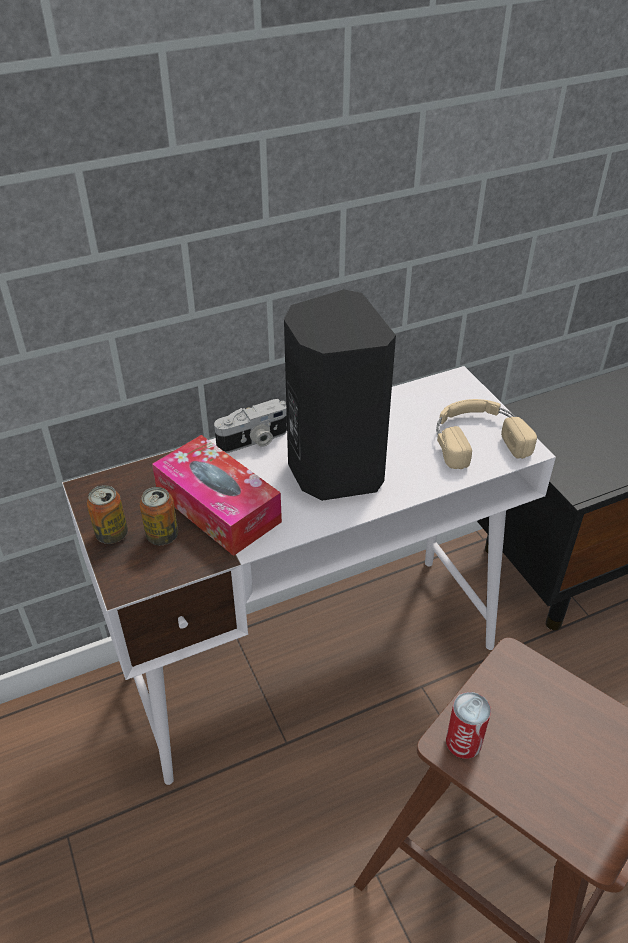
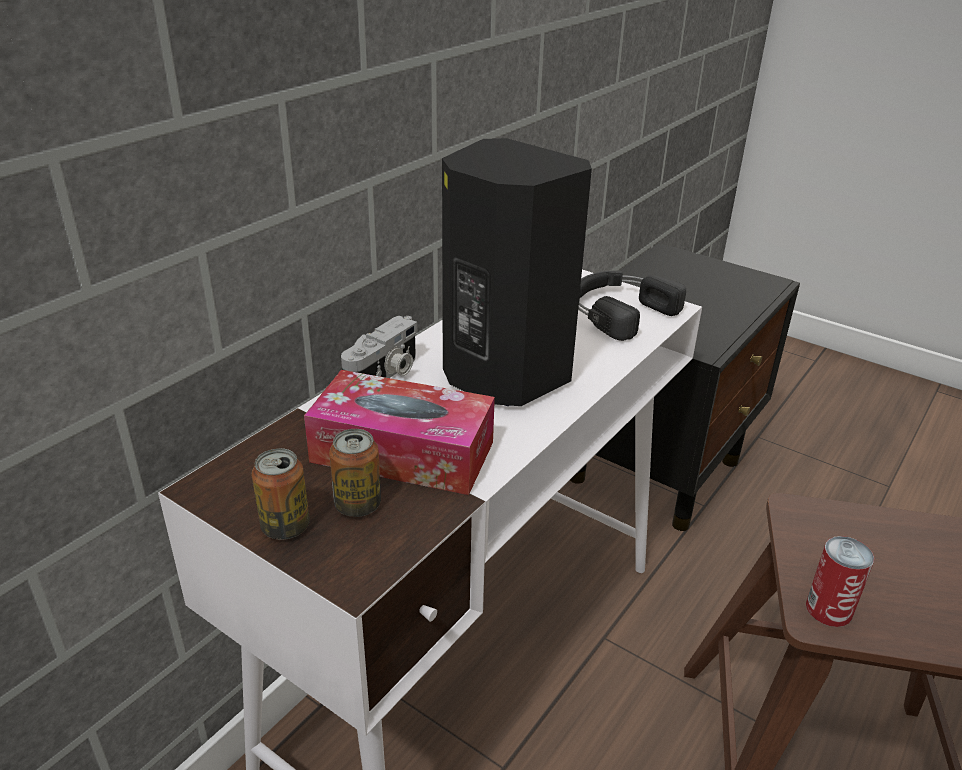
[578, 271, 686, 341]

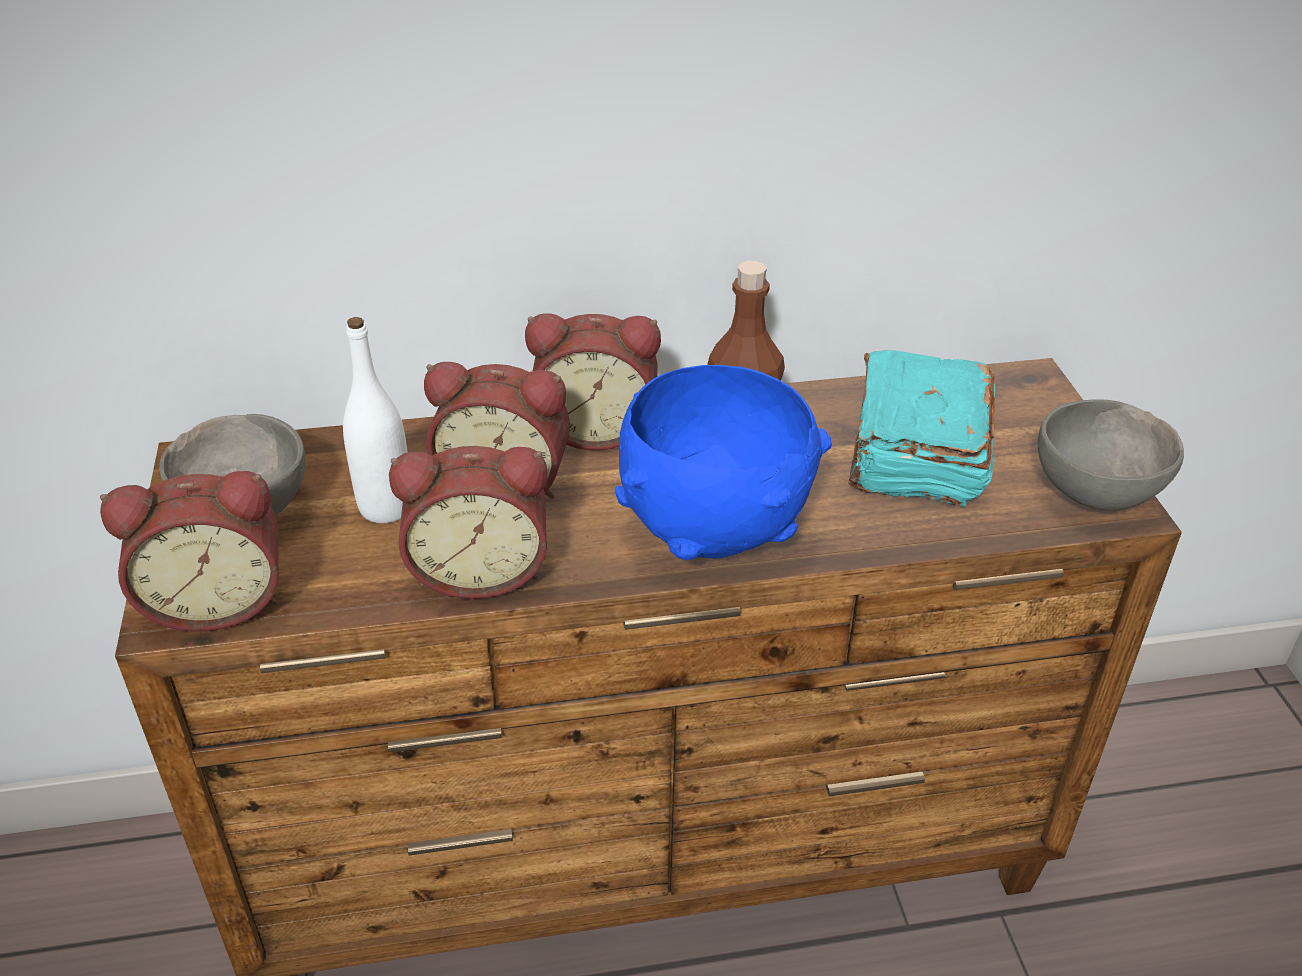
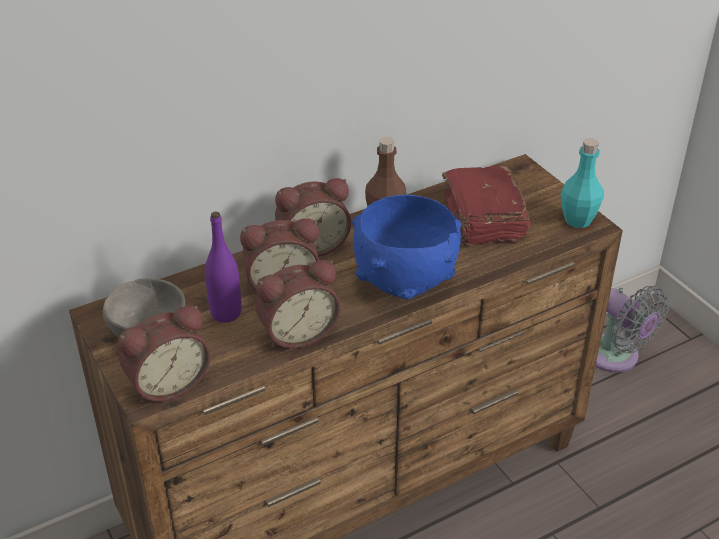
[205, 212, 241, 323]
[442, 165, 530, 246]
[561, 138, 604, 228]
[595, 286, 670, 373]

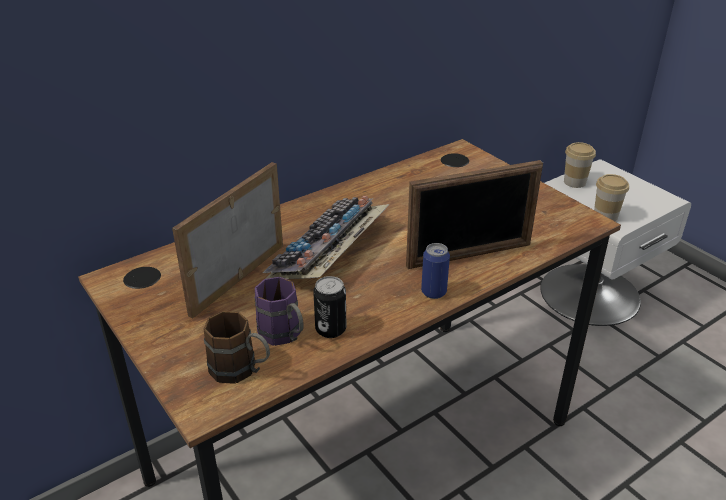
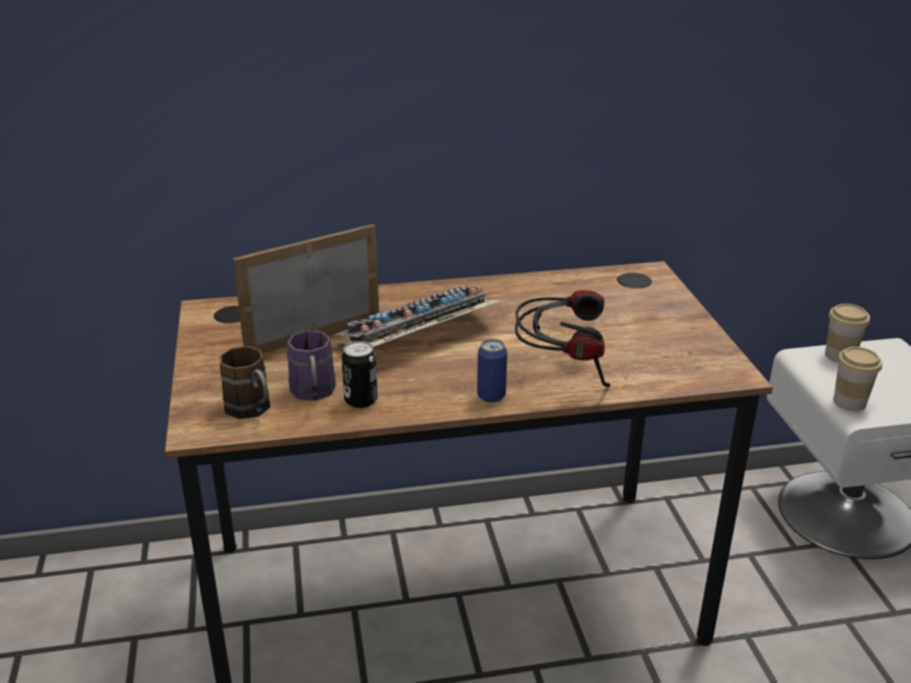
[515, 290, 610, 387]

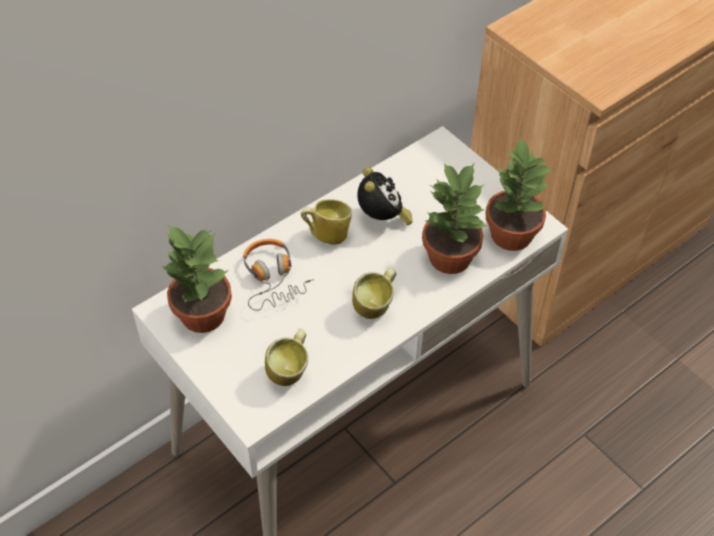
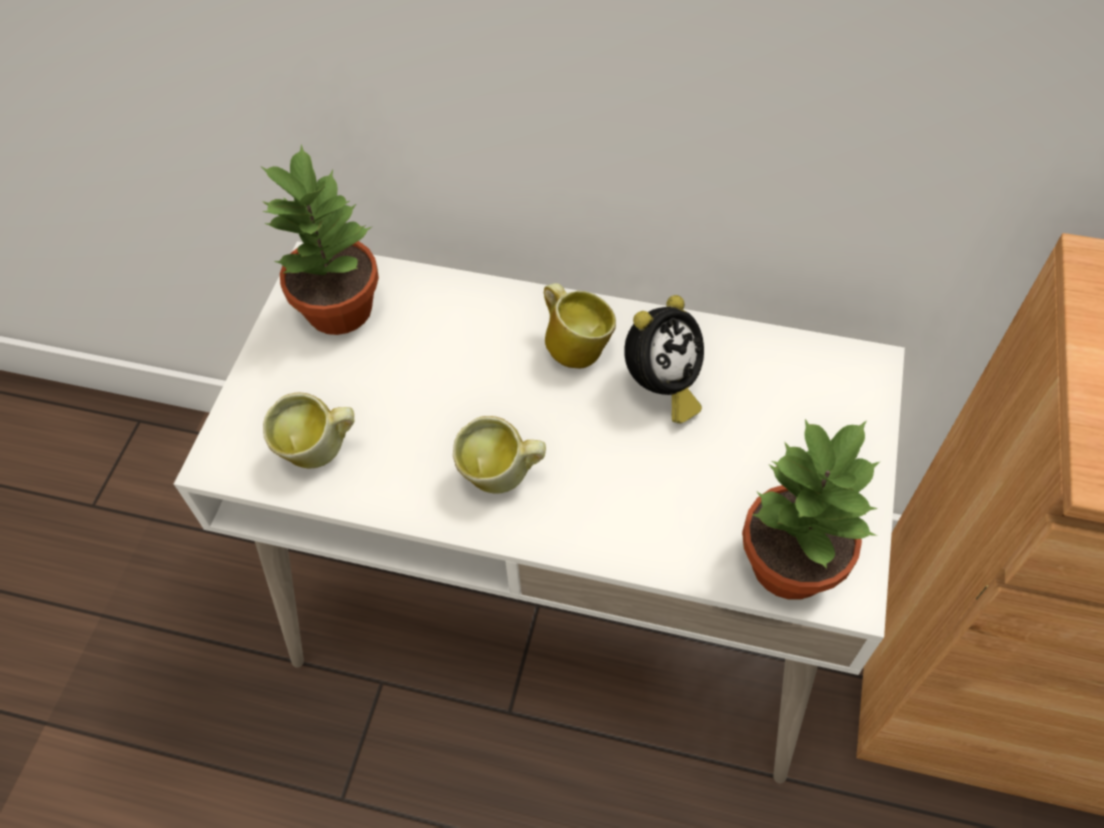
[422, 163, 487, 274] (first image)
[243, 239, 314, 310] (first image)

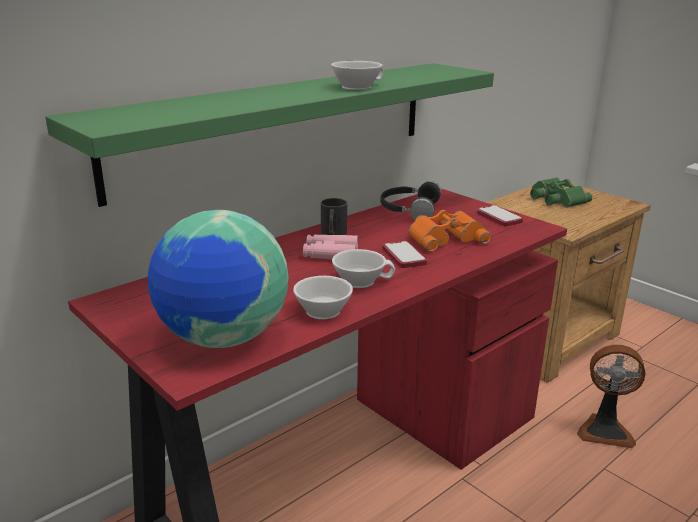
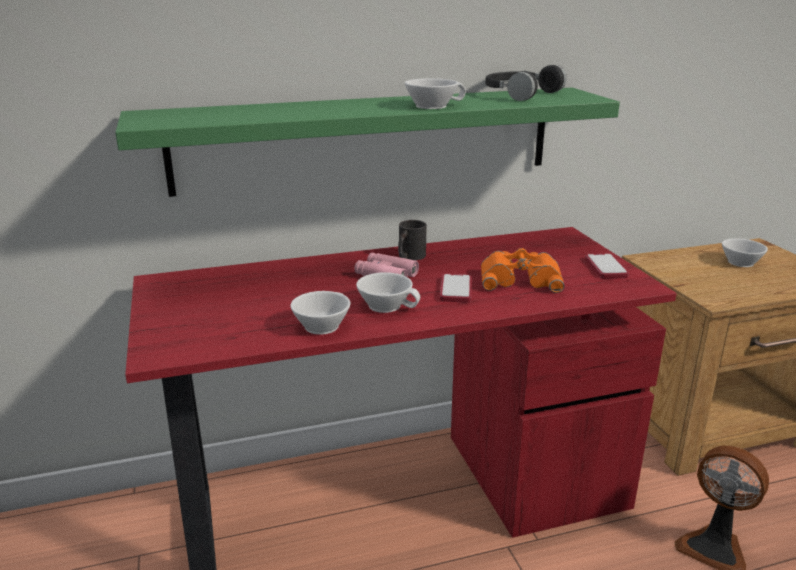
[722, 238, 768, 267]
[485, 65, 567, 101]
[148, 210, 288, 348] (first image)

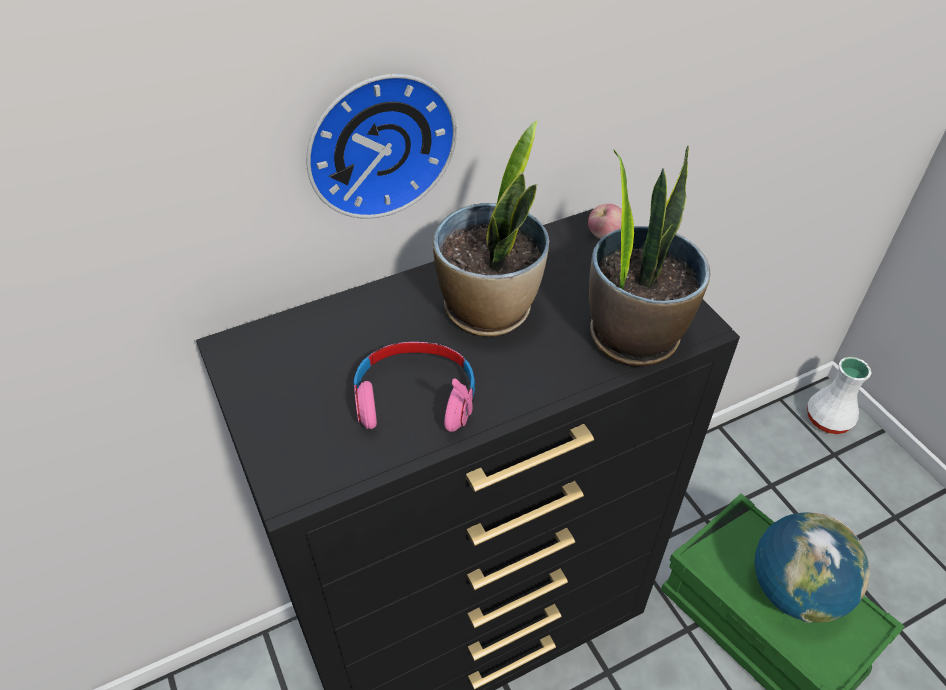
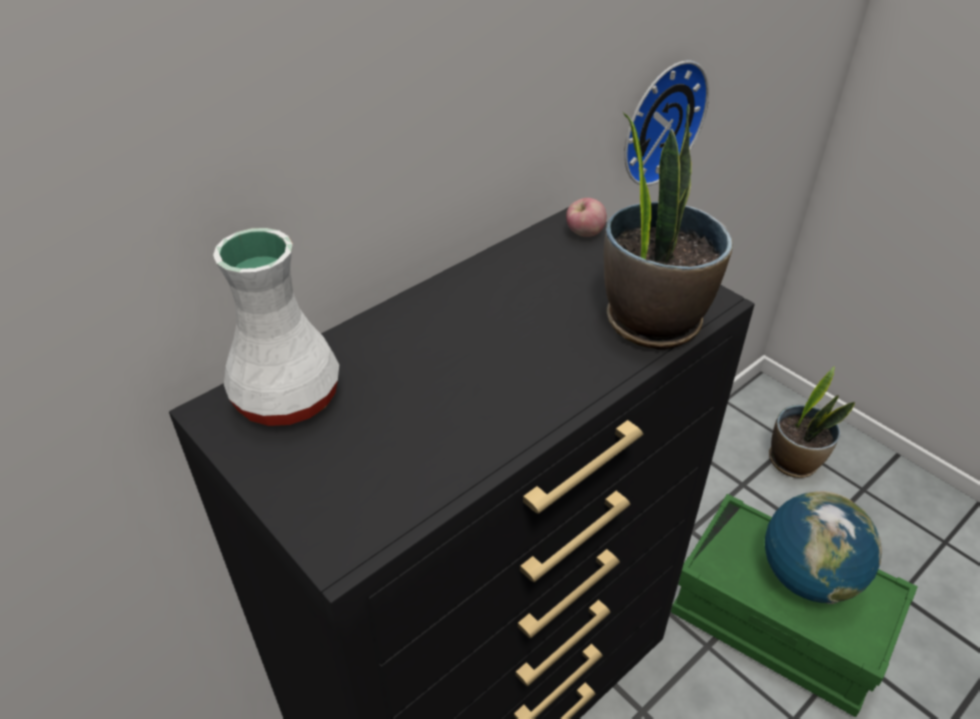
[624, 60, 709, 186]
[769, 367, 855, 478]
[354, 342, 475, 432] (first image)
[213, 228, 339, 426]

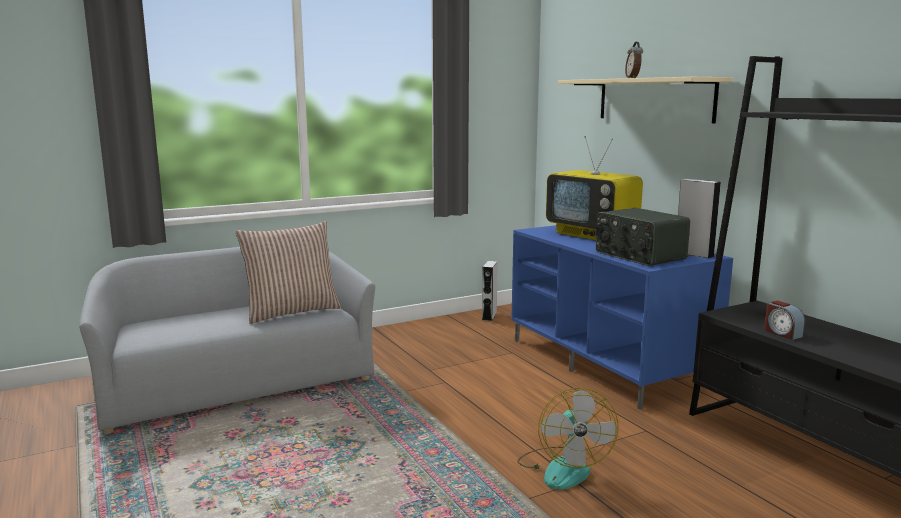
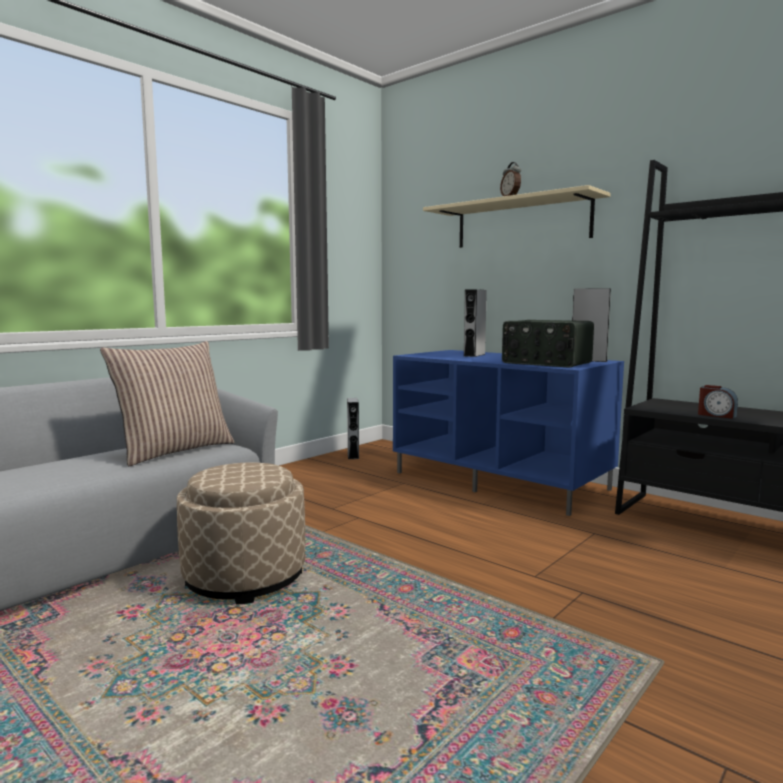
[464, 289, 487, 357]
[517, 388, 619, 490] (first image)
[177, 462, 305, 605]

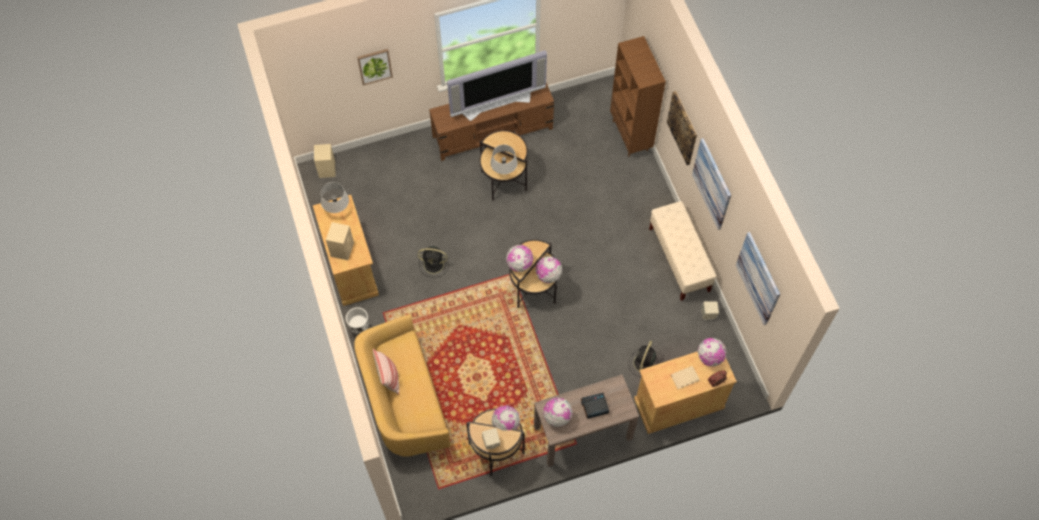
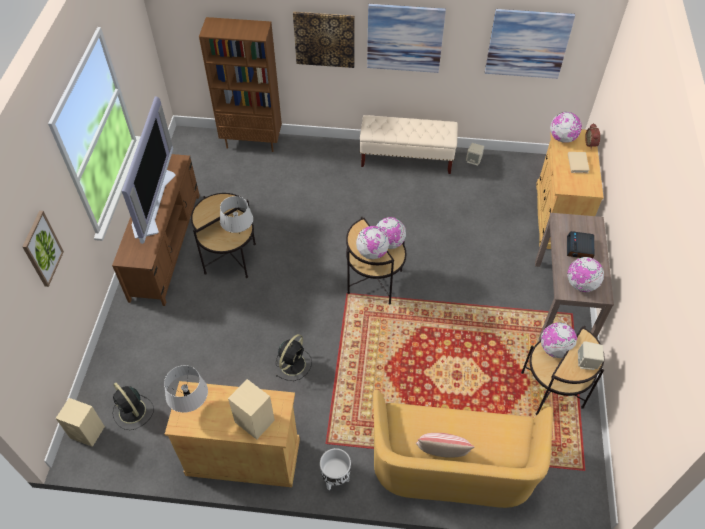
[112, 383, 154, 430]

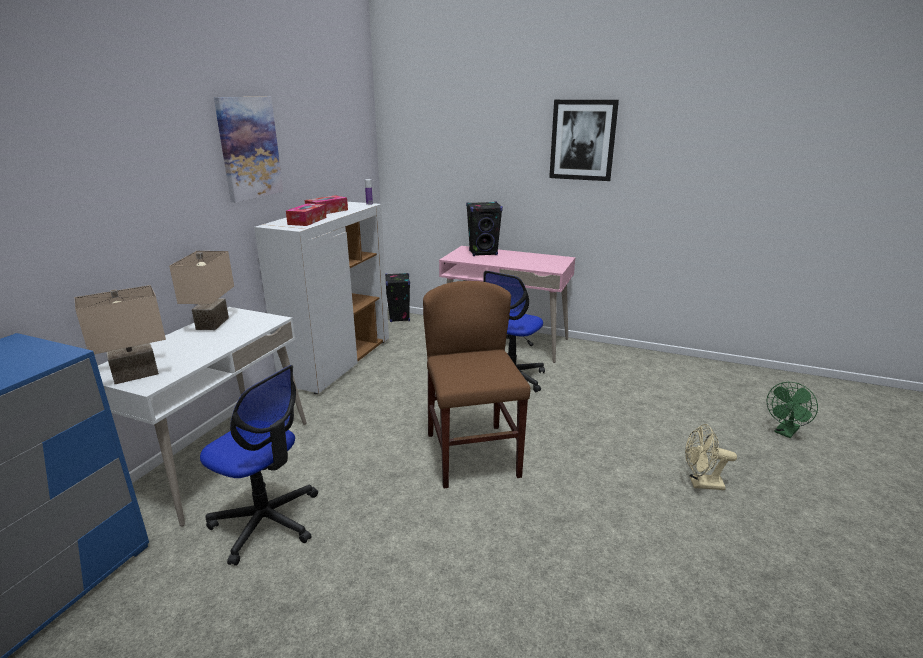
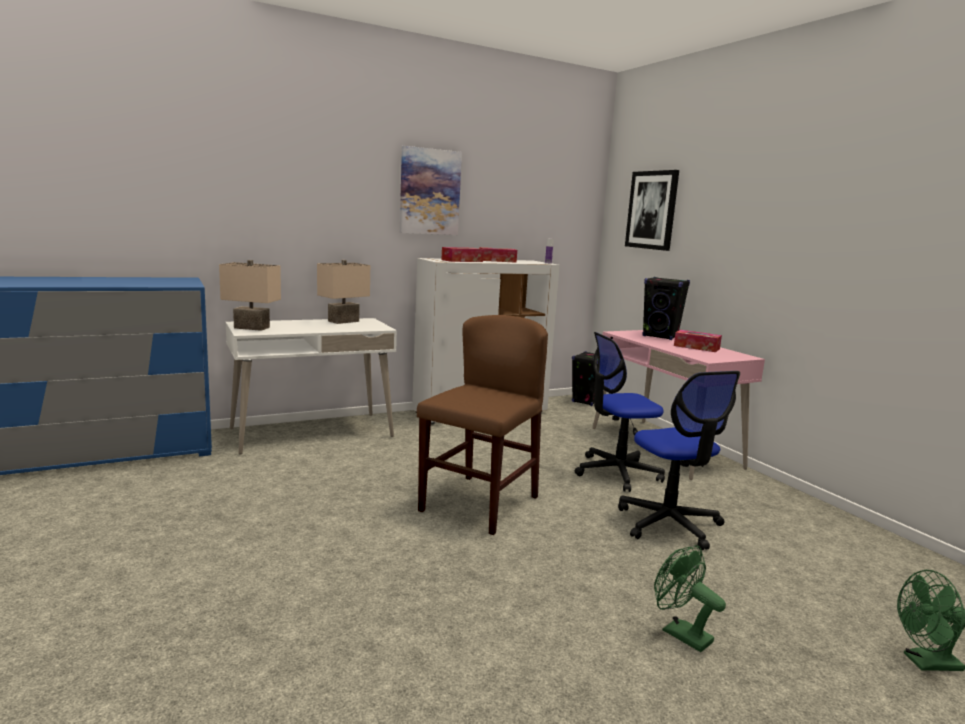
[625, 170, 679, 251]
[618, 371, 740, 550]
[654, 545, 726, 652]
[674, 330, 722, 352]

